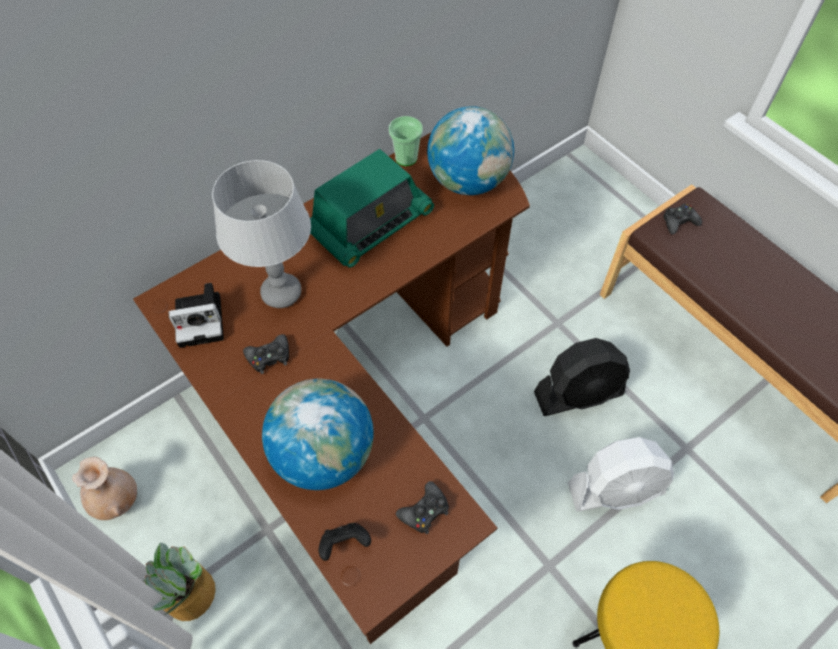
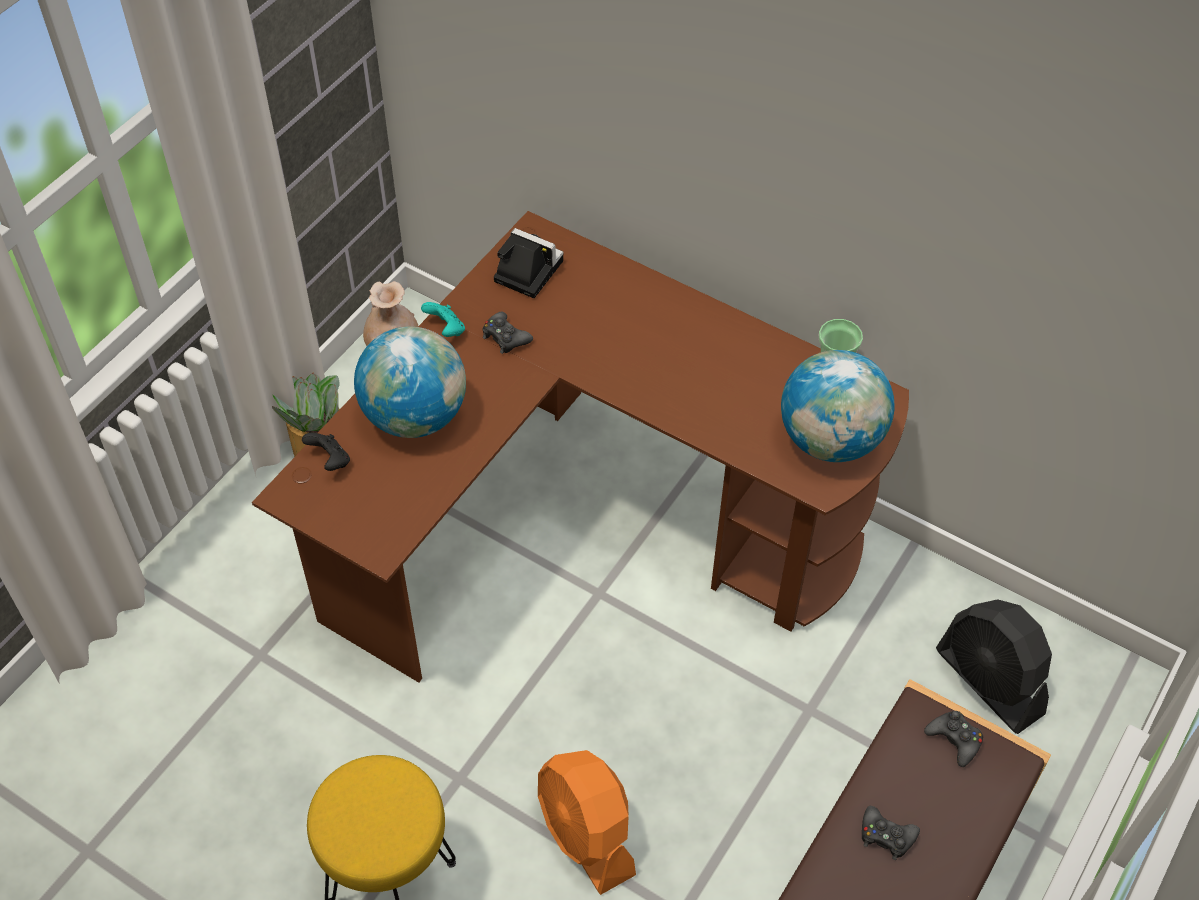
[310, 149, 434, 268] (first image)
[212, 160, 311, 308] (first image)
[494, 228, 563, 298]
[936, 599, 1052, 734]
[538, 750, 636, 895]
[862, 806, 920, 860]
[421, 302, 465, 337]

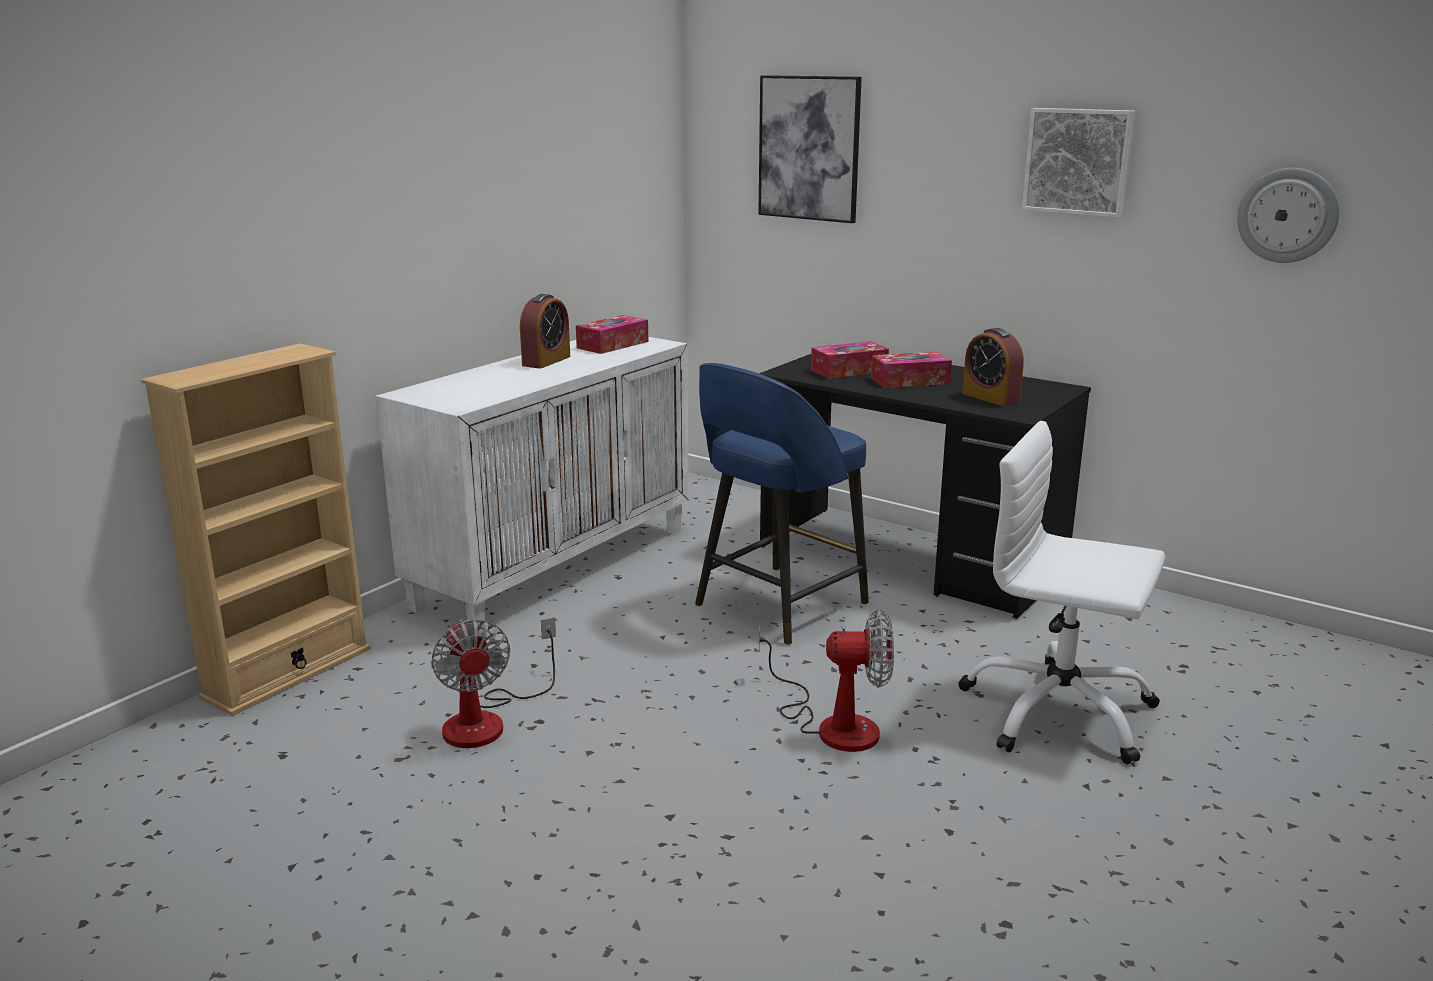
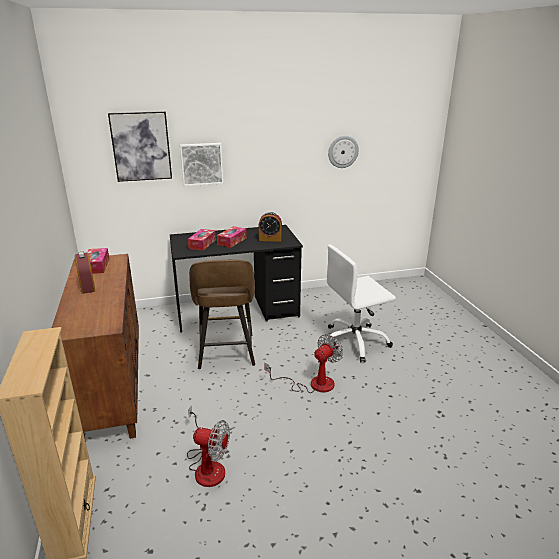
[180, 143, 223, 186]
[52, 254, 139, 442]
[189, 259, 255, 369]

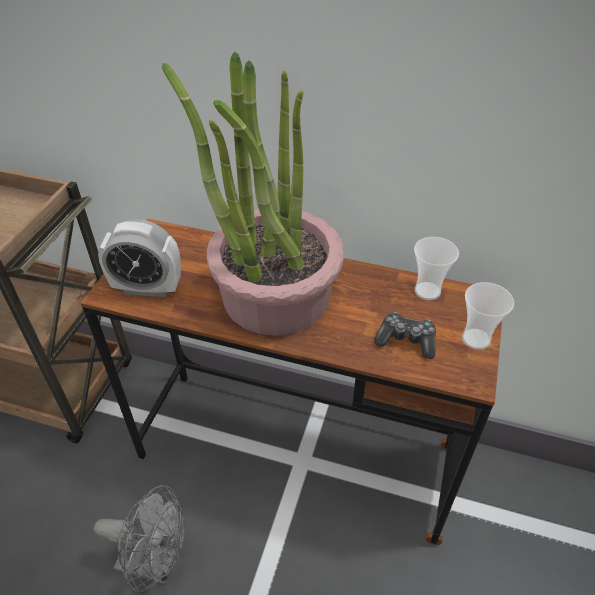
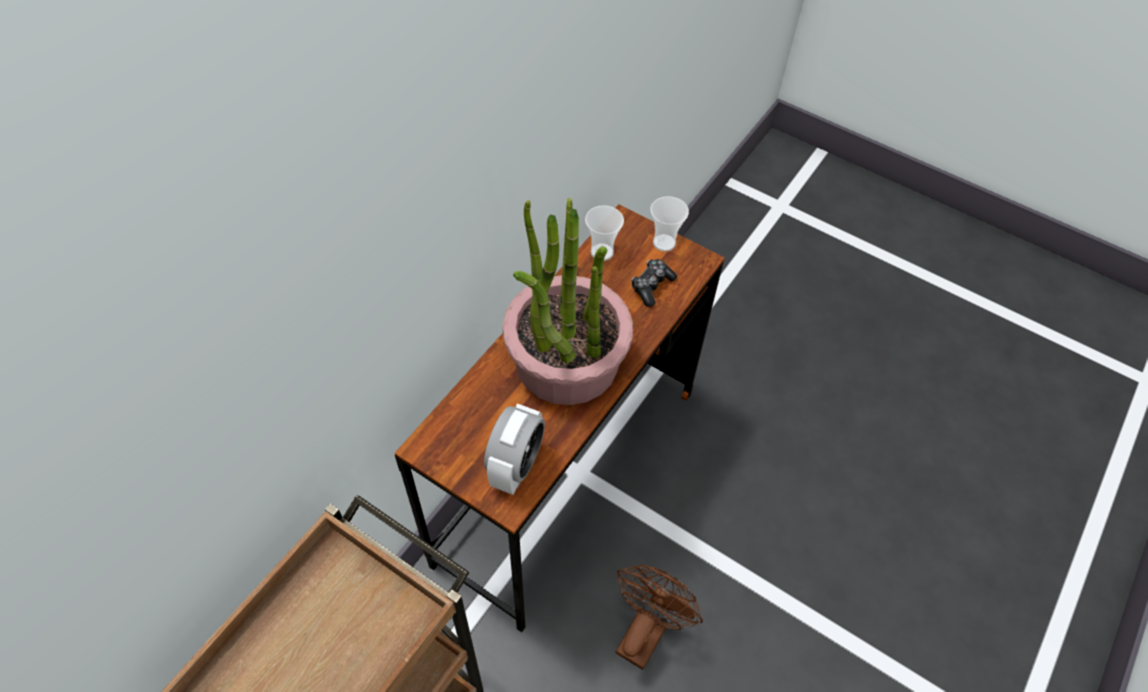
[615, 565, 703, 669]

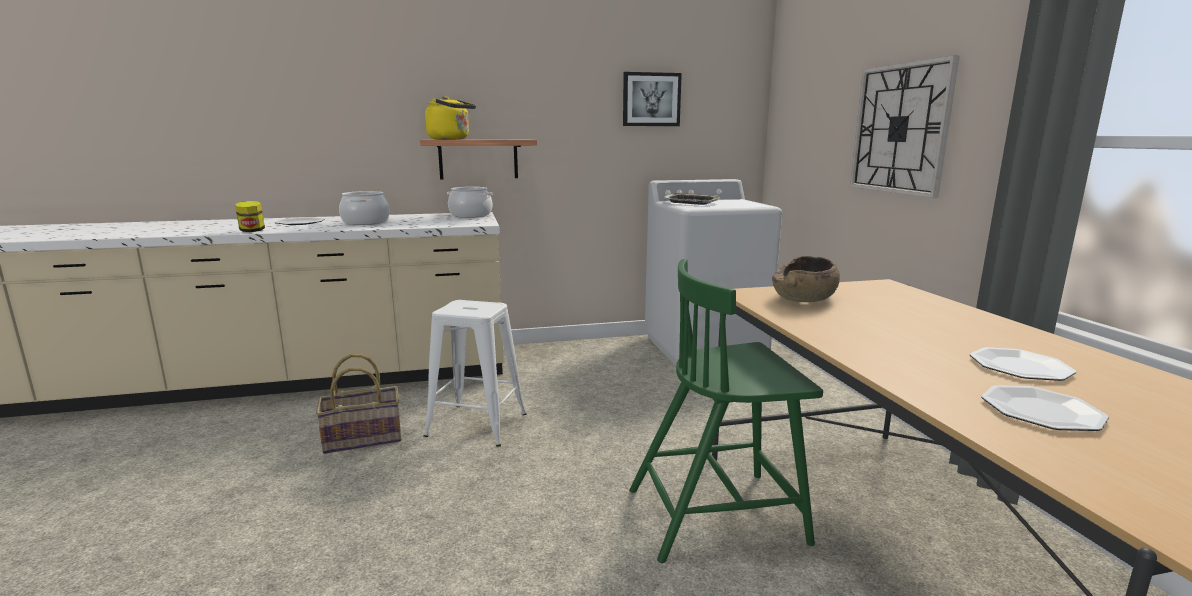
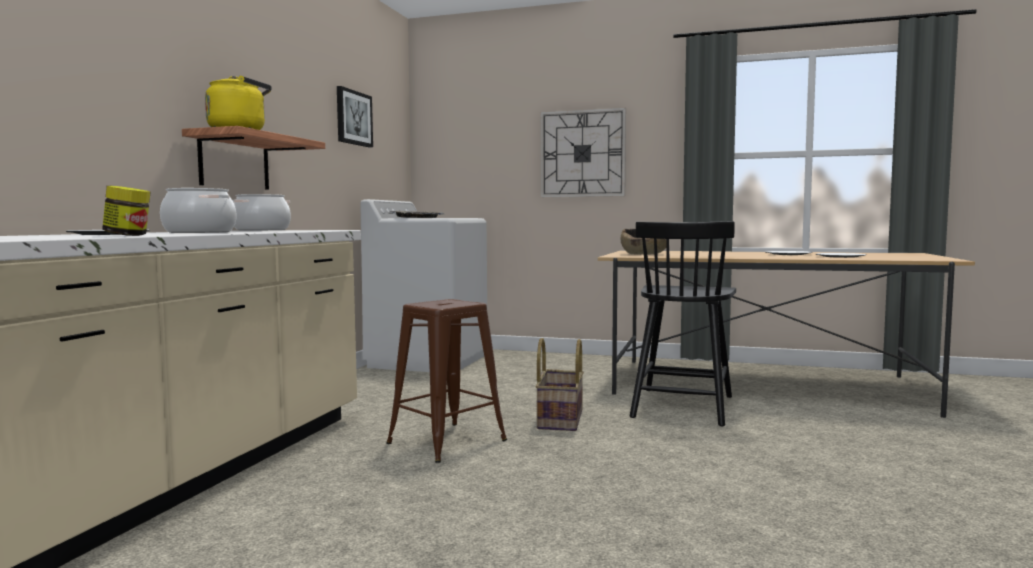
[630, 221, 736, 426]
[386, 299, 507, 463]
[535, 338, 584, 431]

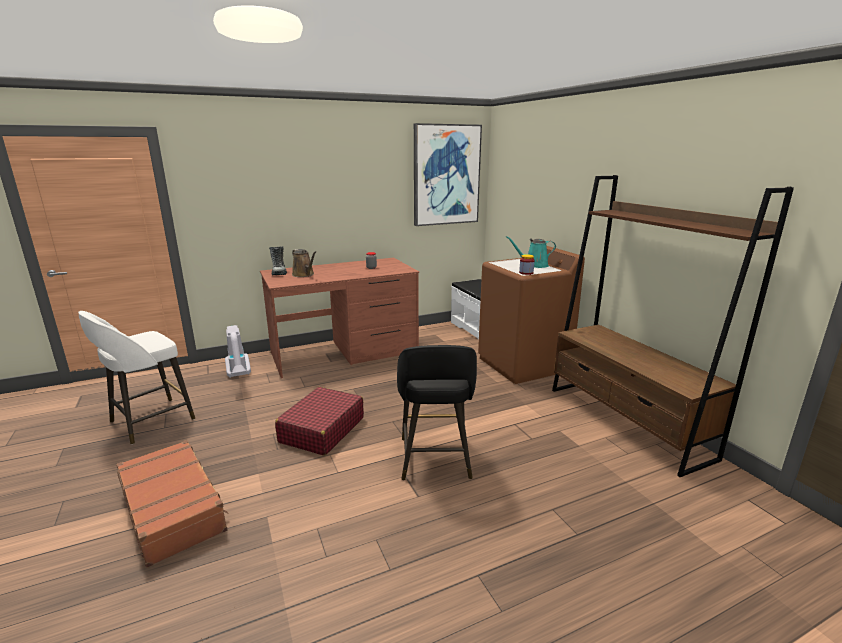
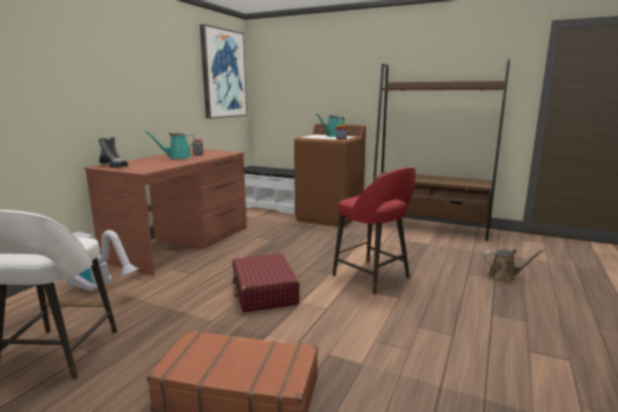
[484, 249, 545, 282]
[332, 167, 416, 294]
[145, 131, 195, 159]

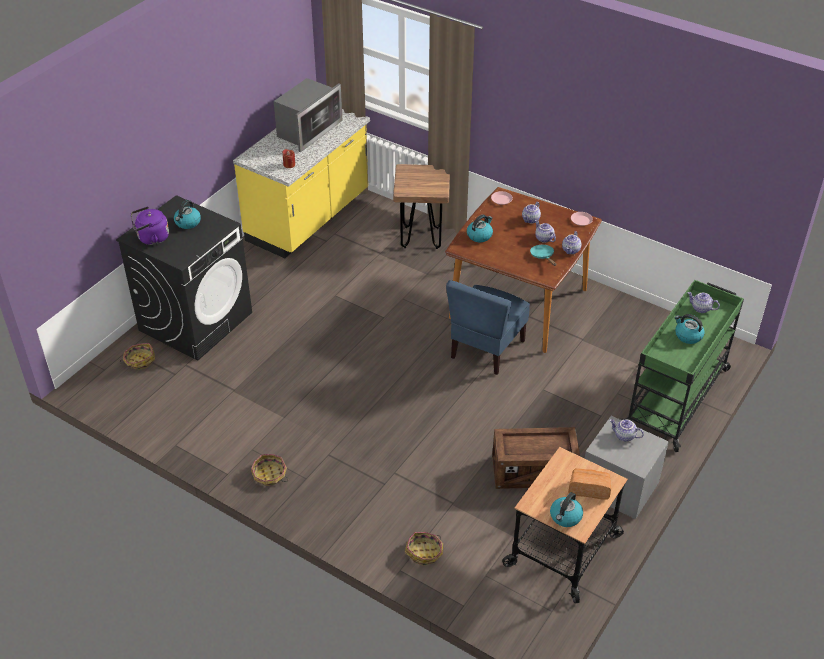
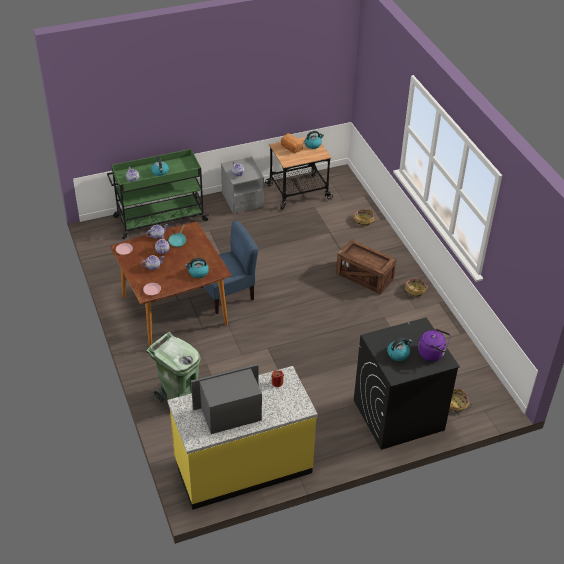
[146, 332, 201, 403]
[336, 239, 397, 294]

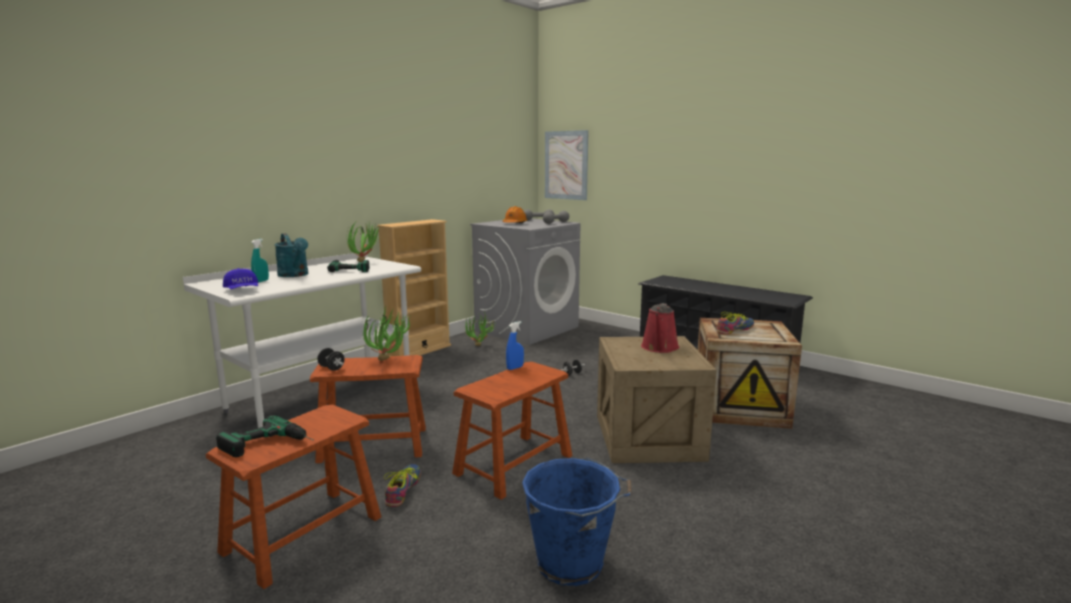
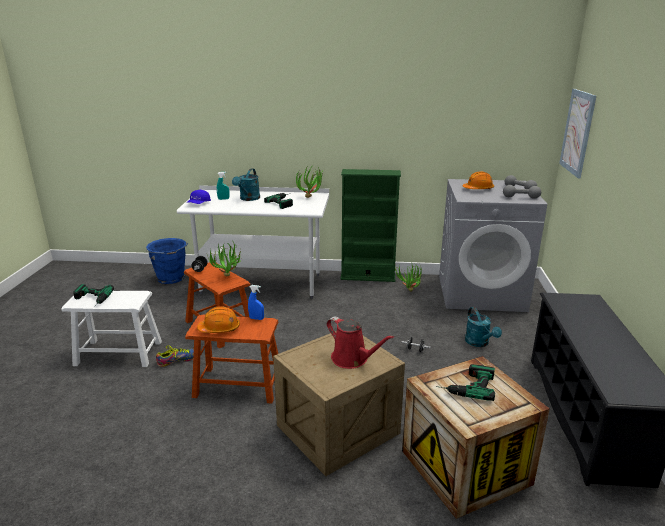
[340, 169, 401, 282]
[327, 316, 394, 369]
[436, 364, 495, 401]
[61, 291, 162, 367]
[146, 238, 188, 284]
[197, 306, 240, 333]
[465, 307, 502, 347]

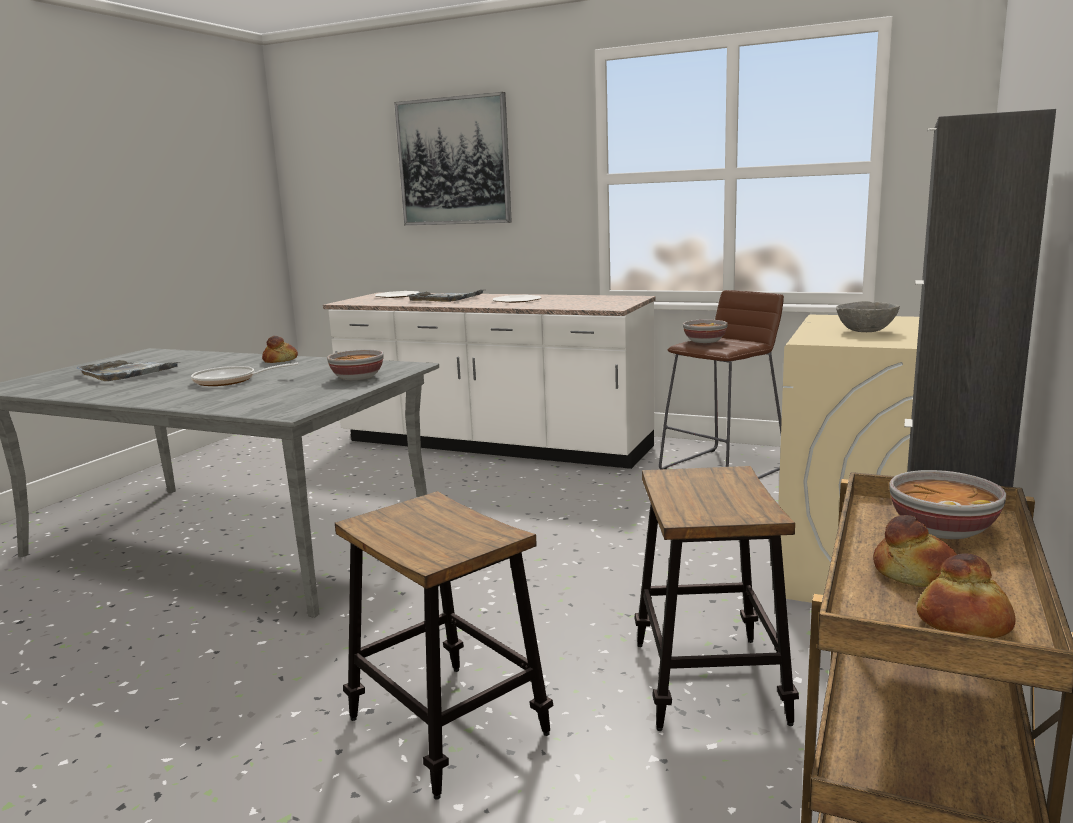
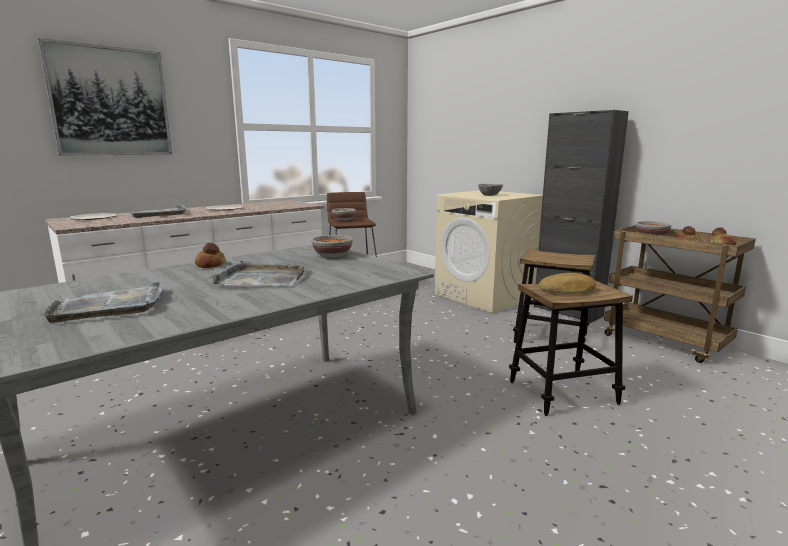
[209, 260, 307, 286]
[539, 273, 596, 294]

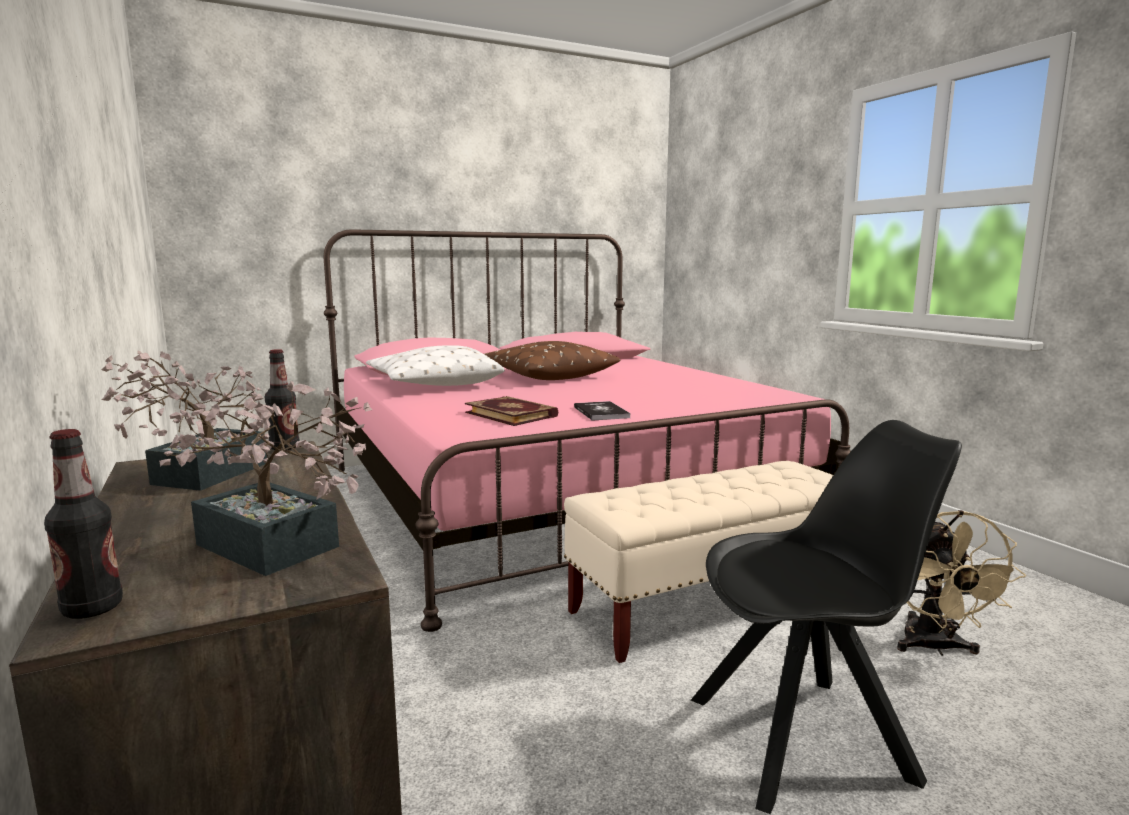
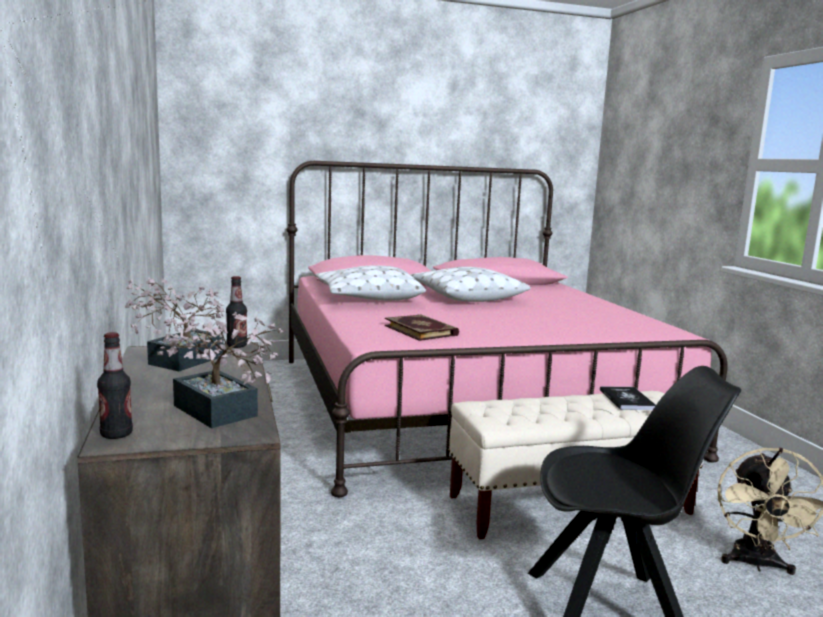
[410, 267, 531, 302]
[600, 386, 656, 410]

